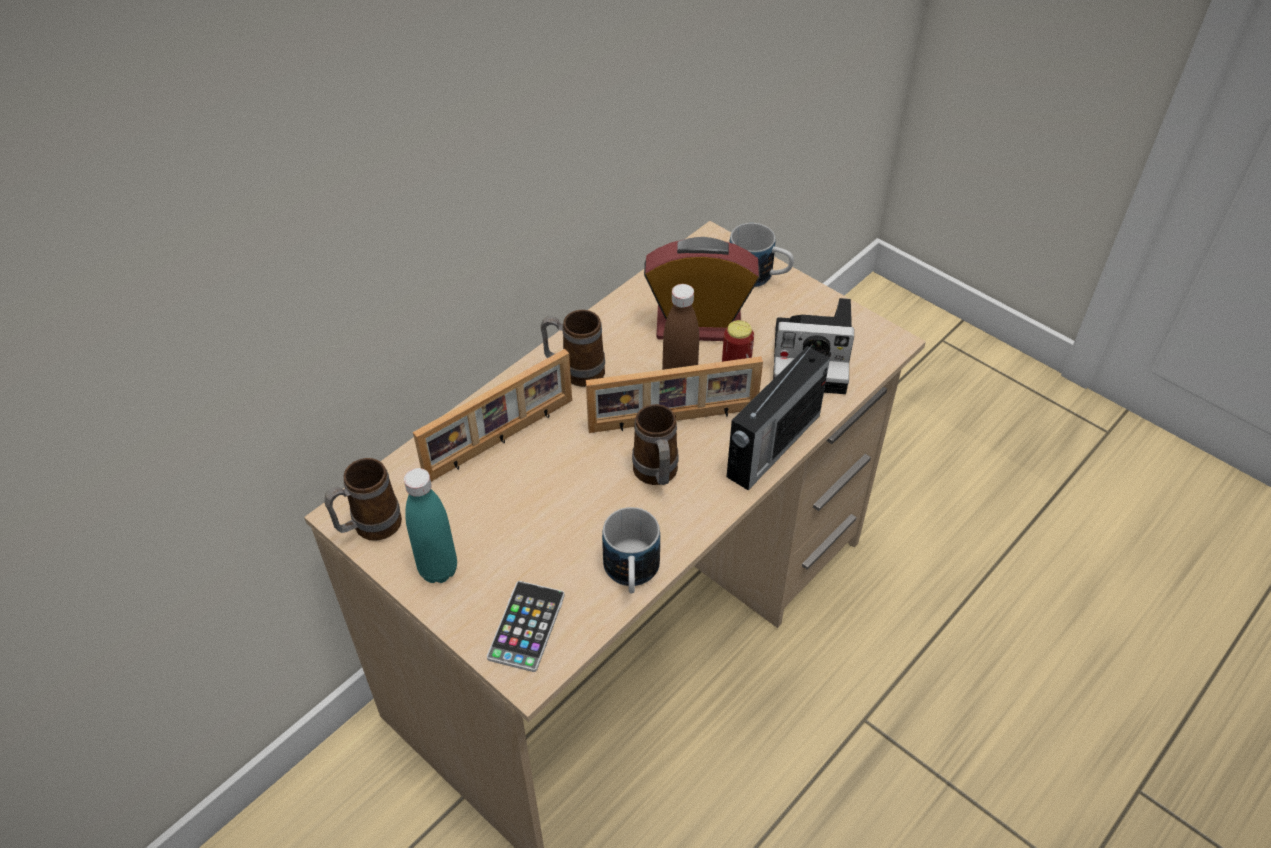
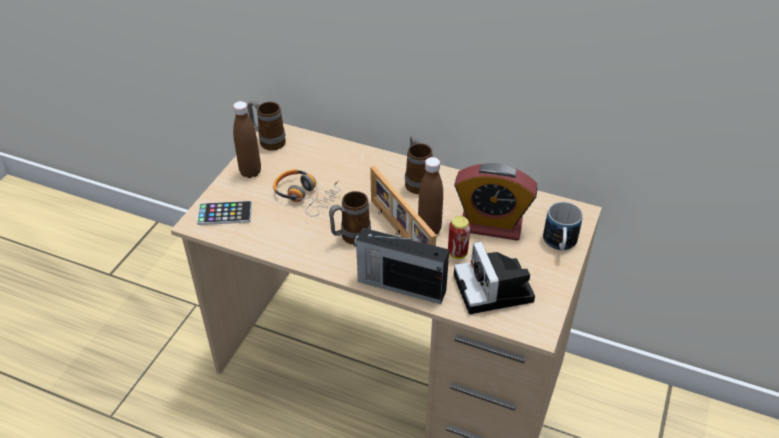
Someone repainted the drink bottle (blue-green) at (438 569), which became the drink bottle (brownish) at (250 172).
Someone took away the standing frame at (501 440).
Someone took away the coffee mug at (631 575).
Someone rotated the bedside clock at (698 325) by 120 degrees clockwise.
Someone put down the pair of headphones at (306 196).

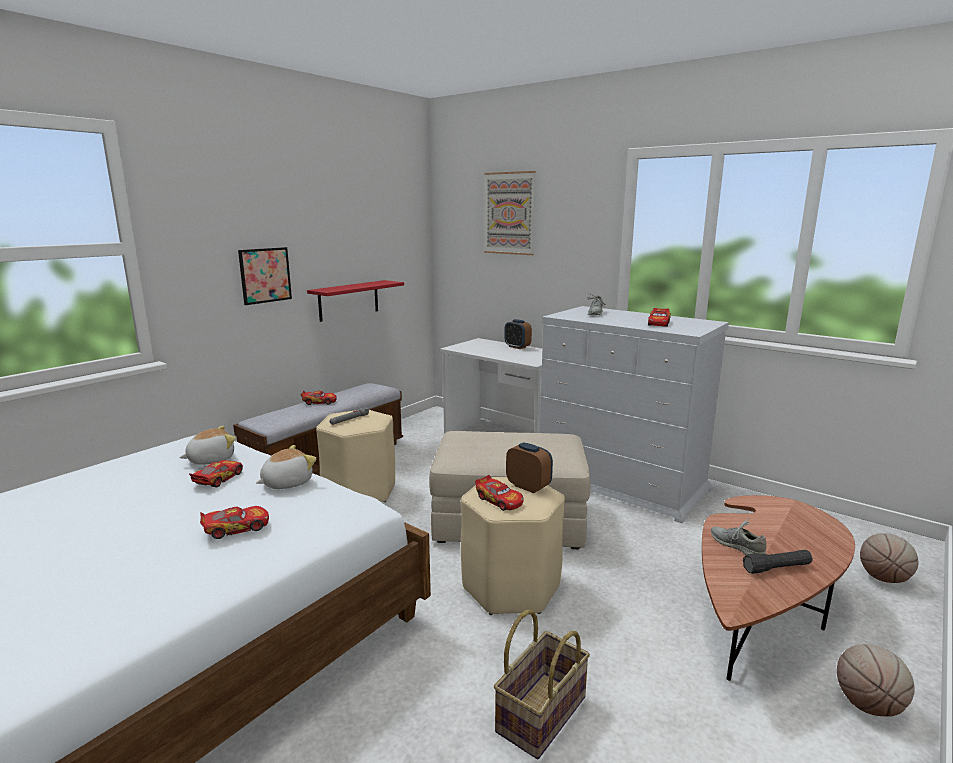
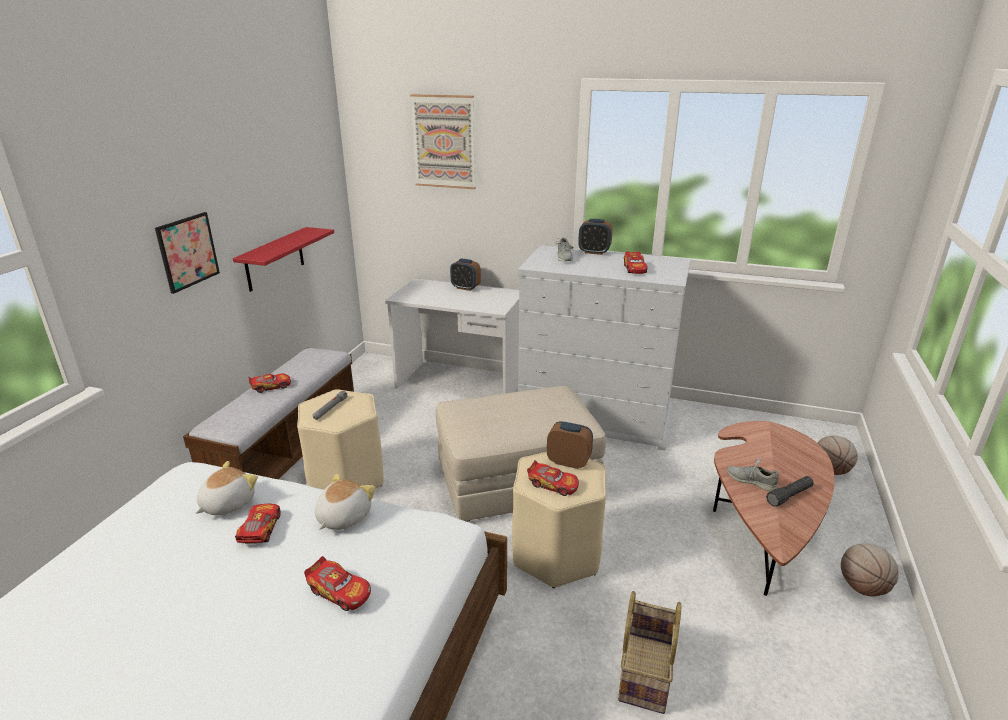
Someone rotated the miniature car at (236 528) by 75 degrees clockwise.
Someone put down the bedside clock at (594 252).

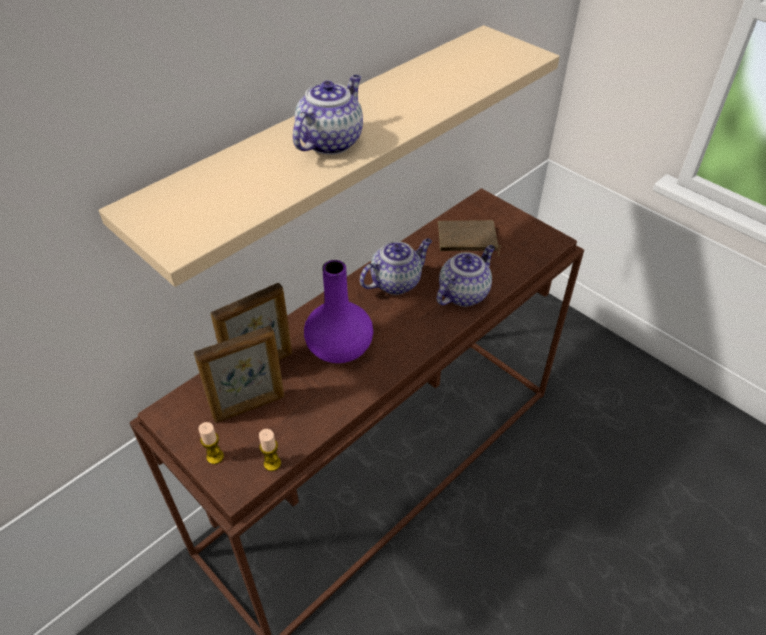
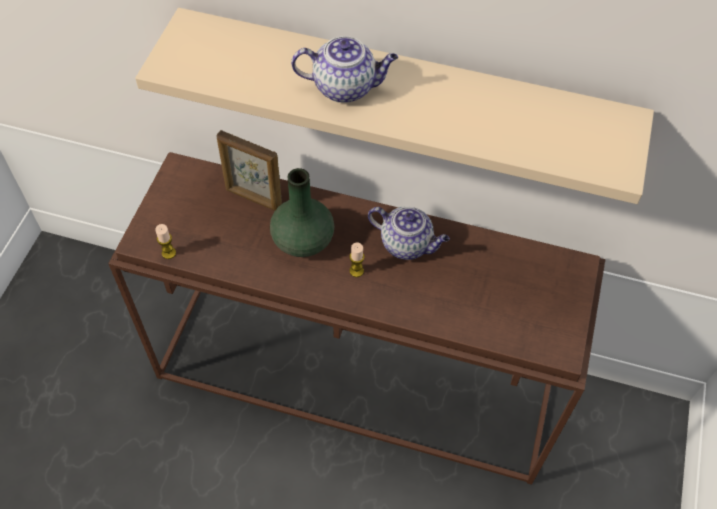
Someone took away the standing frame at (249 407).
Someone carried the candle from (215 457) to (356 271).
Someone repainted the flower vase (purple-coloured) at (339 349), which became the flower vase (green) at (302 240).
Someone took away the pot for tea at (463 293).
Someone took away the bound book (brownish) at (467 240).

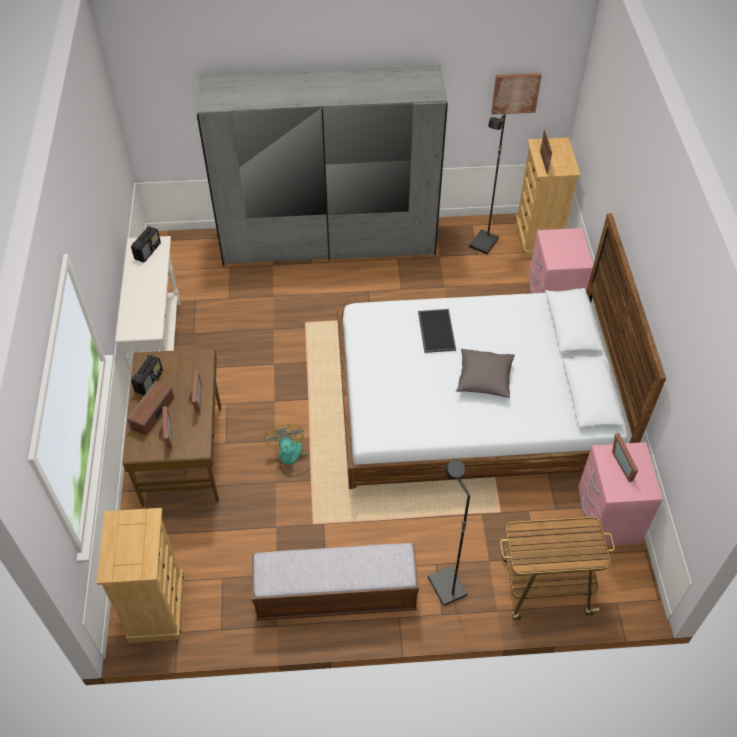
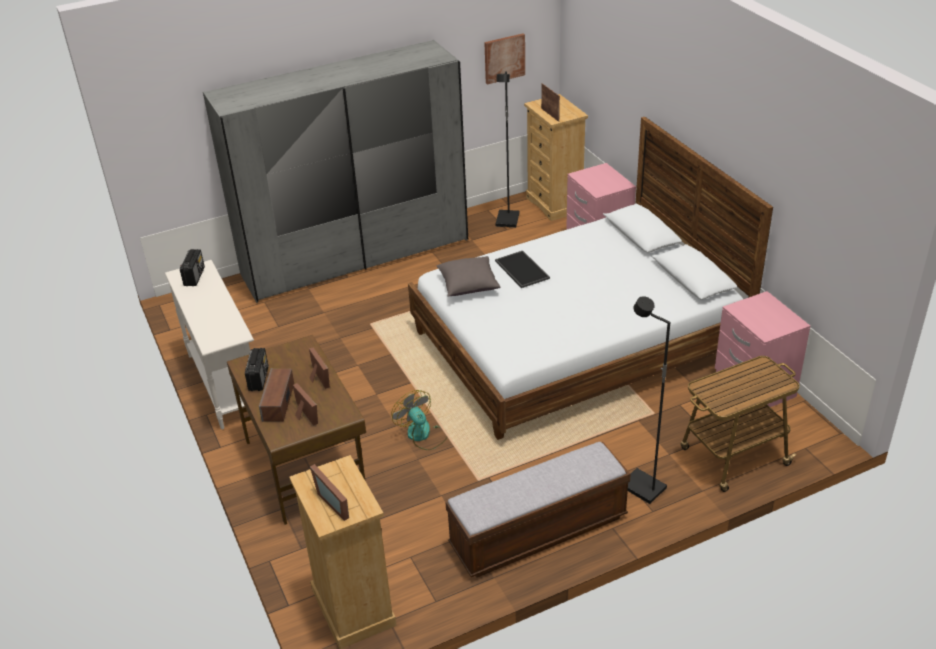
Someone carried the pillow (greyish) from (483 379) to (468 286).
Someone carried the standing frame from (625 463) to (336 502).

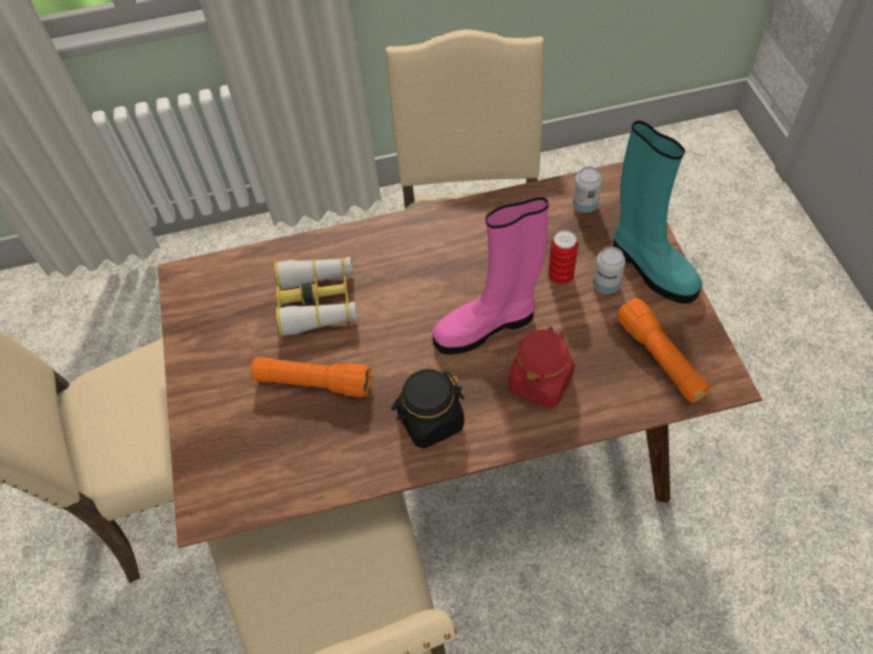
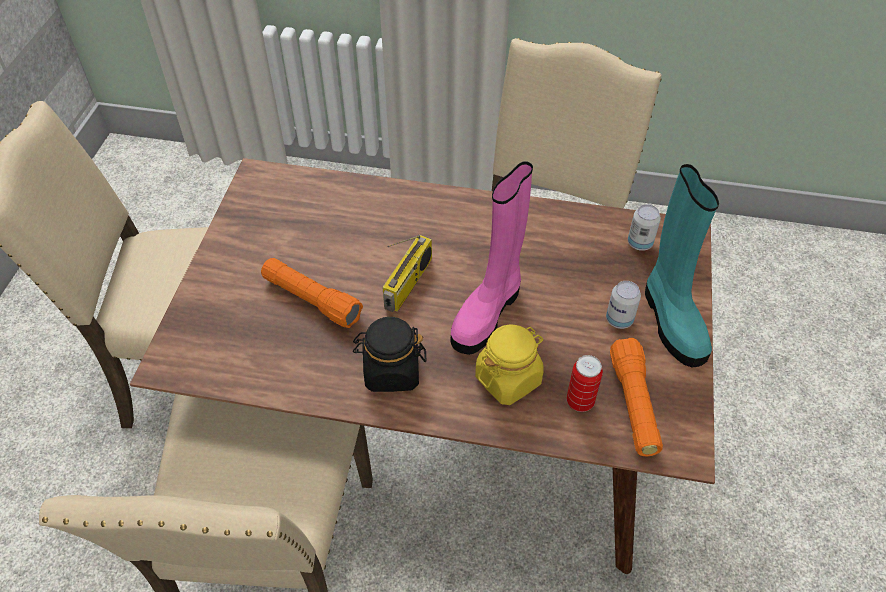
Someone took away the pair of binoculars at (318 301).
Someone rotated the tall boot (pink-coloured) at (487 326) by 60 degrees counterclockwise.
Someone repainted the storage jar (red-coloured) at (540 381), which became the storage jar (yellow) at (508 379).
Someone carried the metal can from (560 276) to (580 401).
Someone put down the radio set at (408 284).

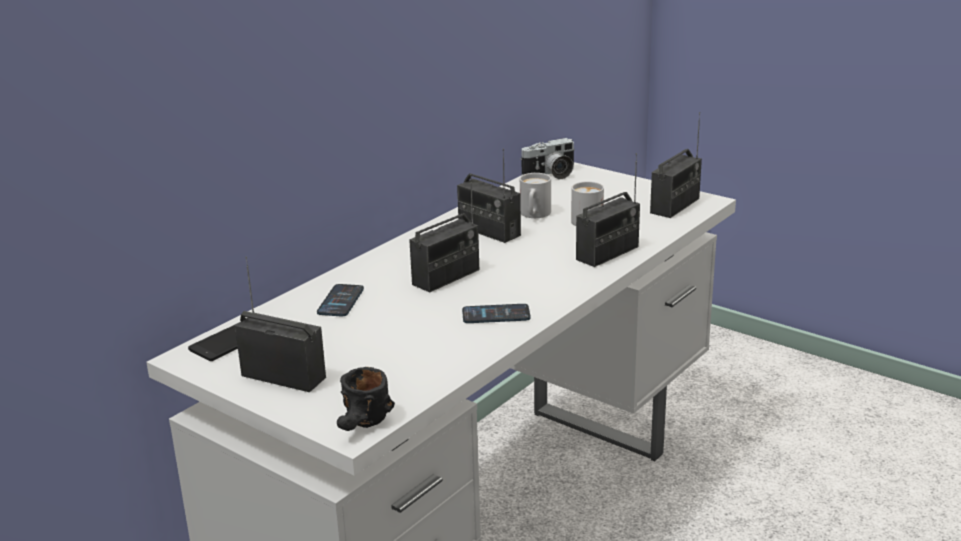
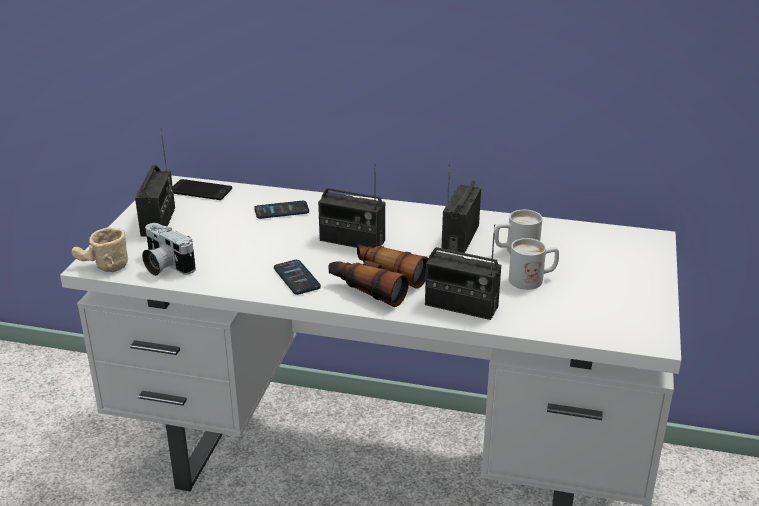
Someone repainted the coffee mug (black) at (363 426), which became the coffee mug (beige) at (101 267).
Someone carried the still camera from (551 174) to (164 266).
Someone took away the radio set at (675 206).
Someone put down the pair of binoculars at (376 283).

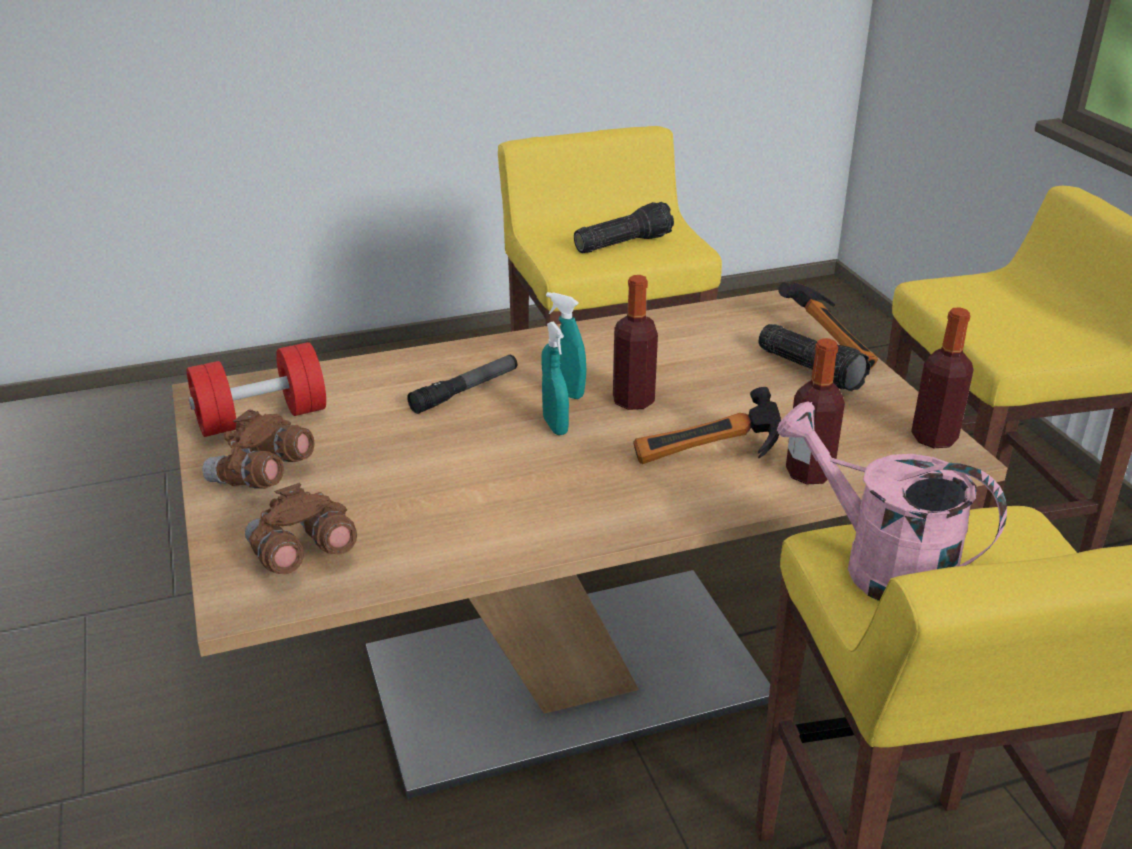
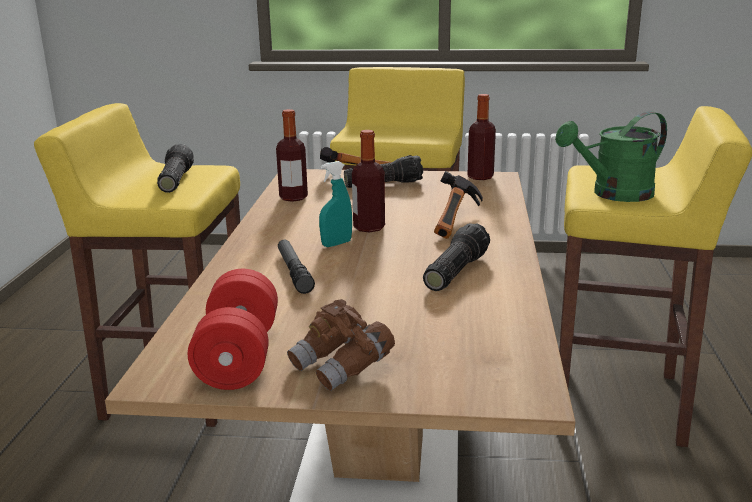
Someone took away the pair of binoculars (brownish) at (301 556).
Someone took away the sprayer (blue-green) at (555 426).
Someone repainted the sprinkling can (pink-coloured) at (880 565), which became the sprinkling can (green) at (614 194).
Someone carried the drink bottle from (809 473) to (293 198).
Someone put down the torch at (454 271).

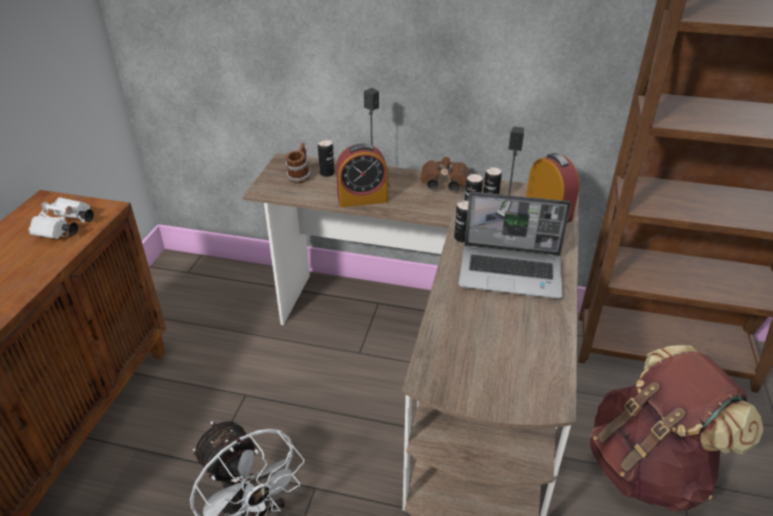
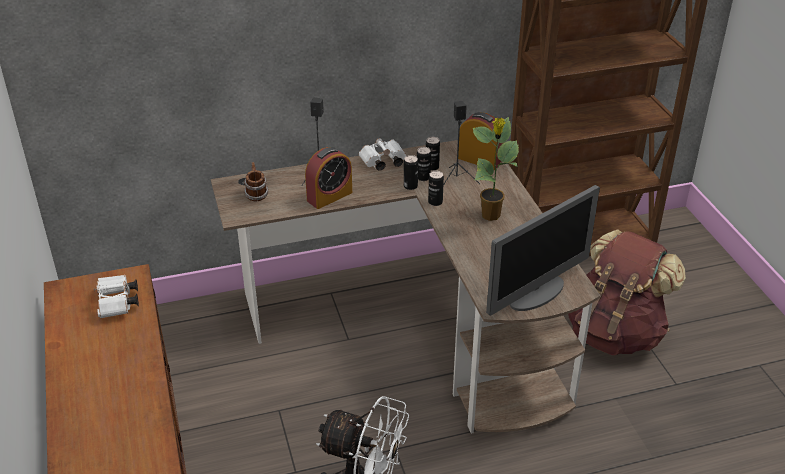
Someone carried the metal can from (327 173) to (410 186).
Someone repainted the pair of binoculars (brownish) at (442 184), which became the pair of binoculars (whitish) at (382 163).
Someone swapped the portable computer at (511 272) for the plant in a pot at (491 216).
Someone put down the computer display at (537 293).

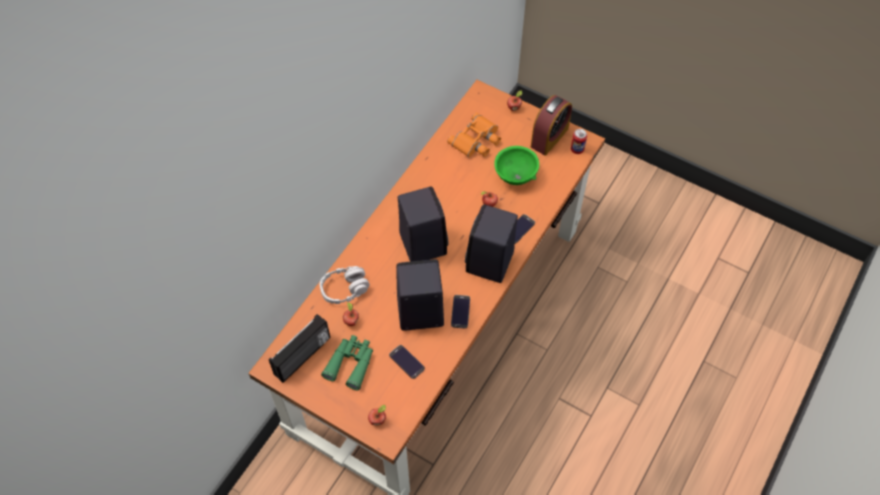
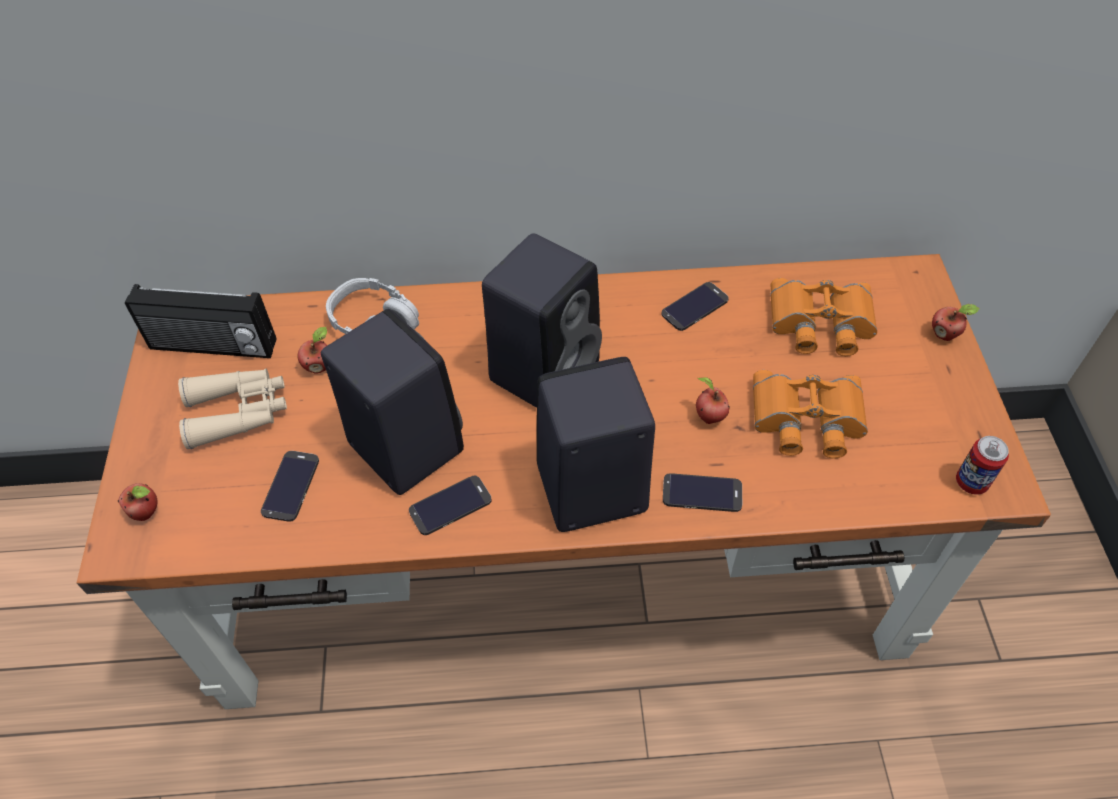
Someone repainted the pair of binoculars (green) at (351 363), which became the pair of binoculars (beige) at (238 412).
Someone swapped the serving bowl (green) at (515 176) for the pair of binoculars (orange-coloured) at (806 420).
Someone took away the bedside clock at (549 137).
Someone put down the telephone at (695 307).

